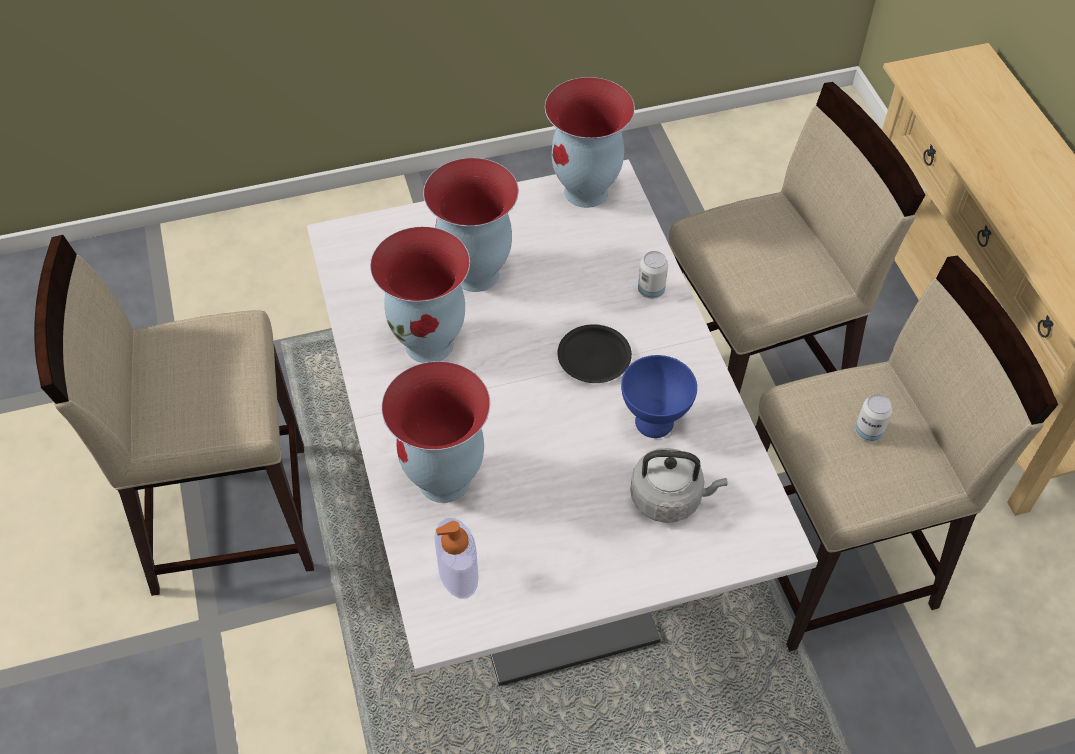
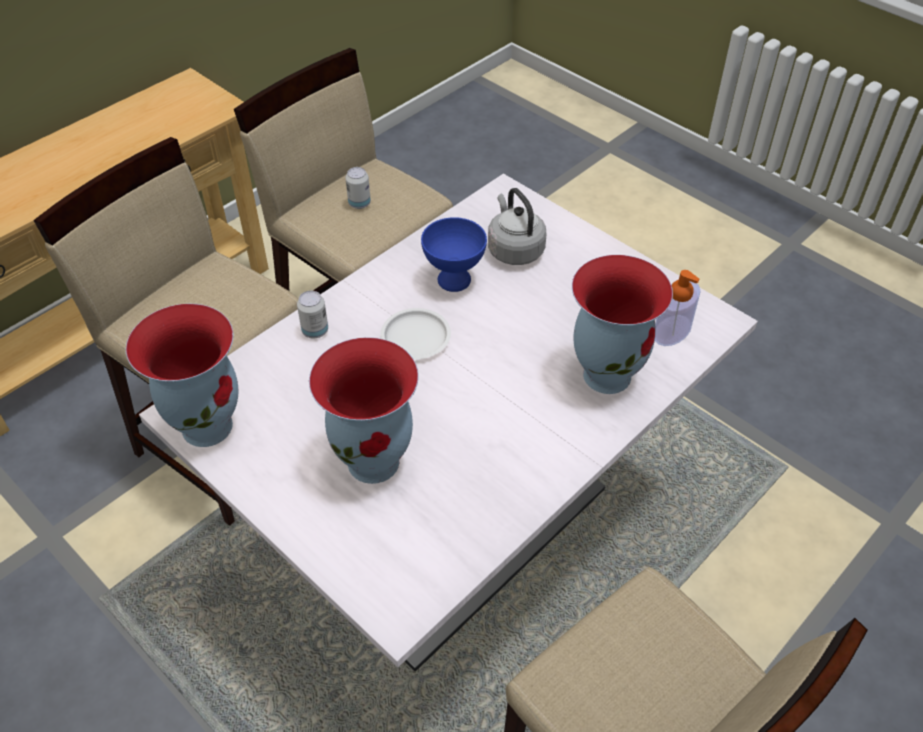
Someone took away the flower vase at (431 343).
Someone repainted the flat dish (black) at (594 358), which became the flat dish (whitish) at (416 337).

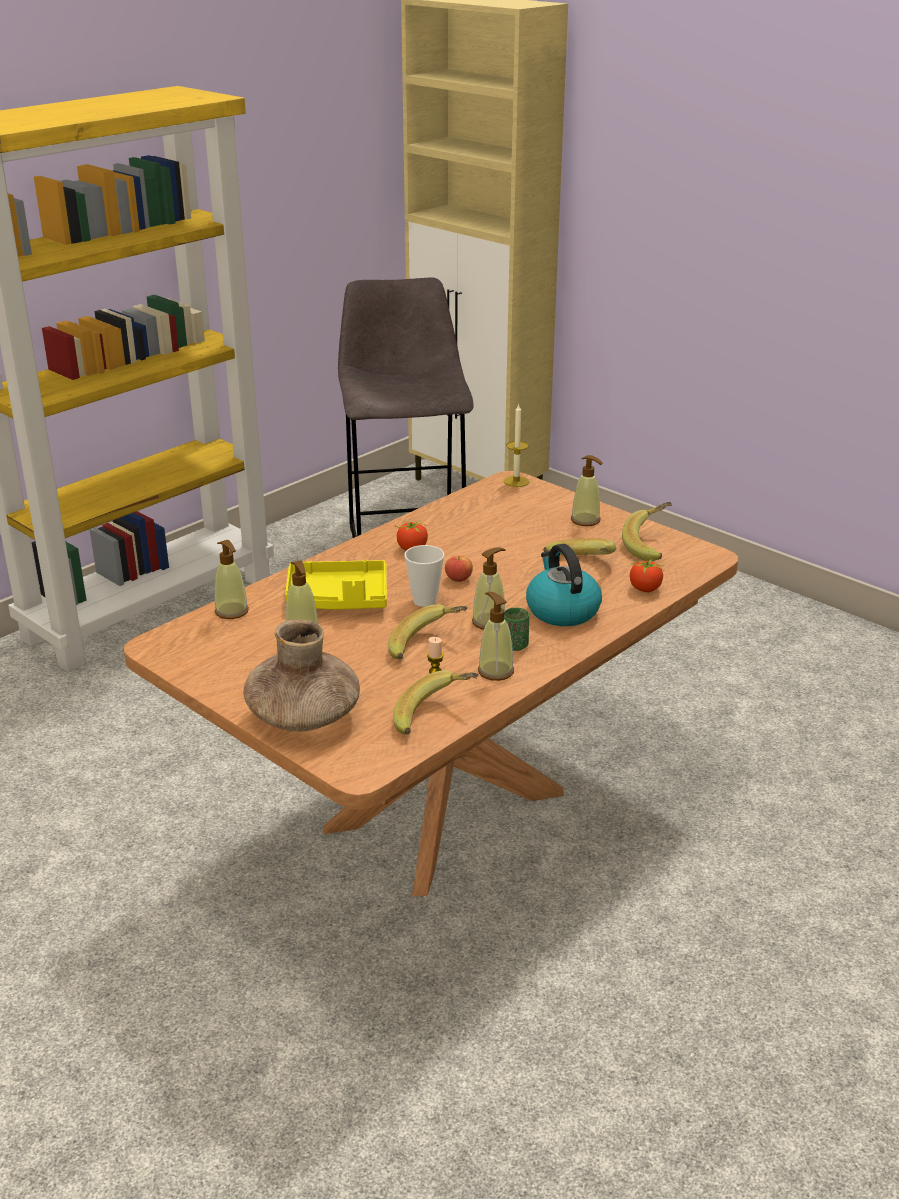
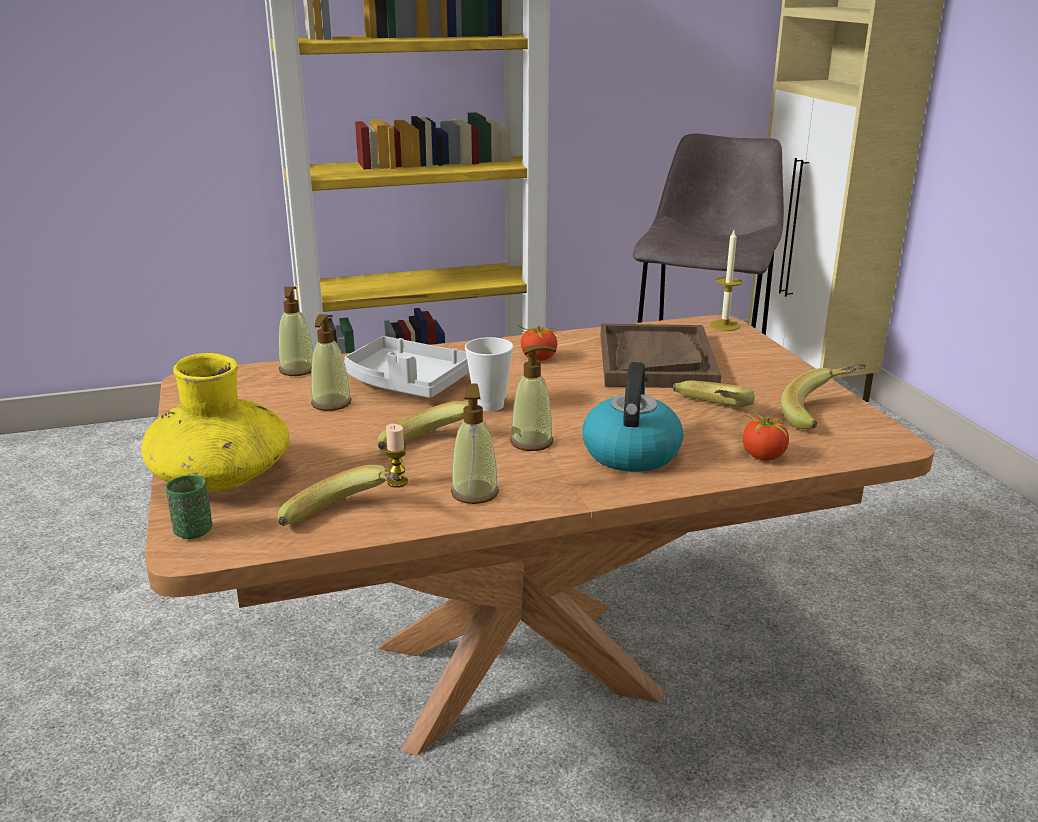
Someone repainted the flower vase (brownish) at (304 716), which became the flower vase (yellow) at (222 477).
Someone repainted the tray (yellow) at (338 599), which became the tray (greyish) at (407 383).
Someone took away the apple at (458 579).
Someone carried the cup (green) from (515 645) to (193 531).
Someone took away the soap dispenser at (585 520).
Someone put down the tray (brownish) at (655 360).

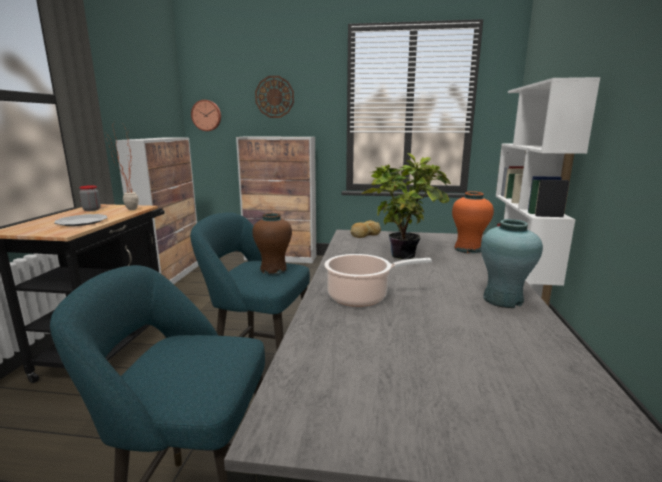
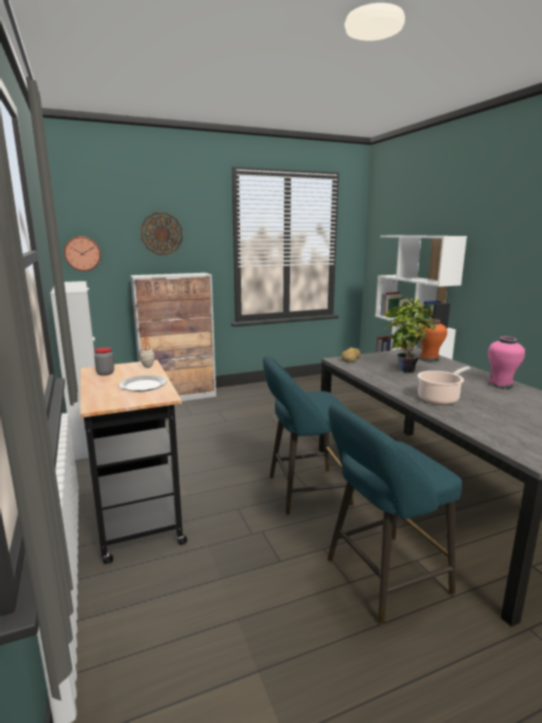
Someone took away the flower vase (brownish) at (273 270).
Someone repainted the flower vase (blue-green) at (503 299), which became the flower vase (pink-coloured) at (500 384).

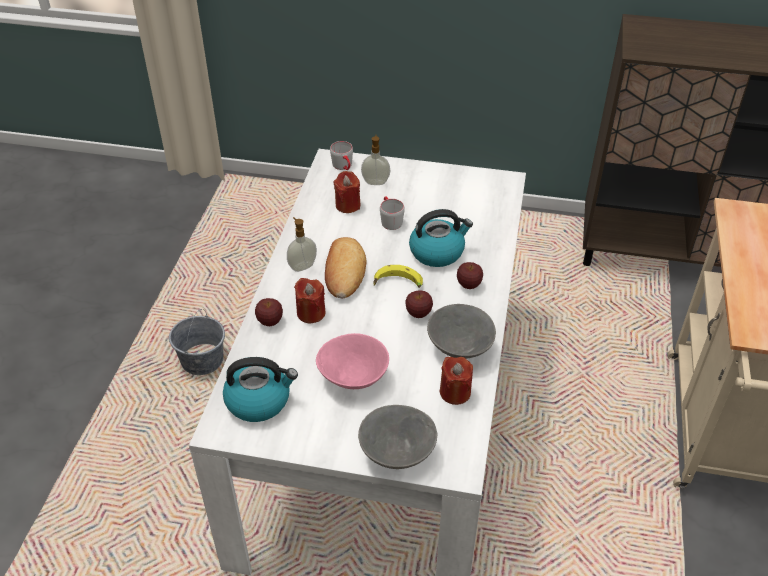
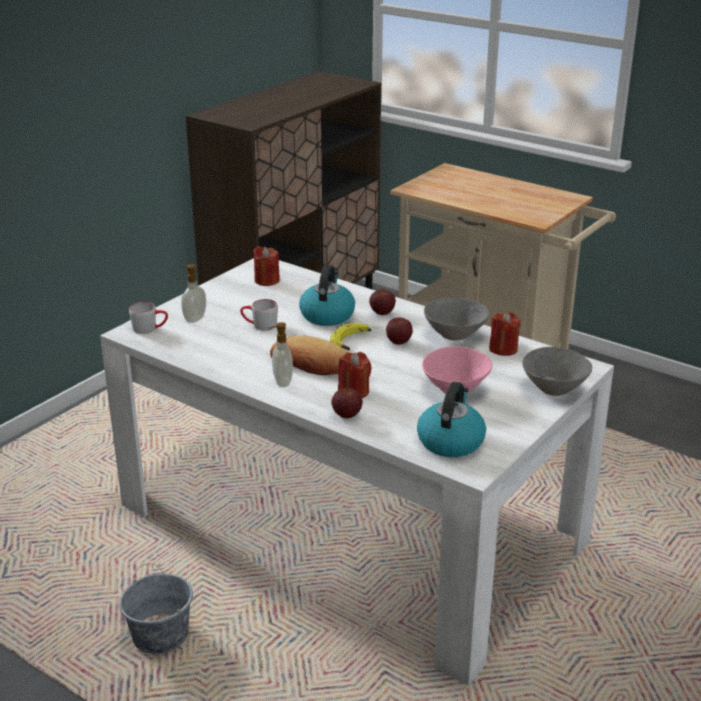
Someone carried the candle (red-coloured) from (347 205) to (267 280).

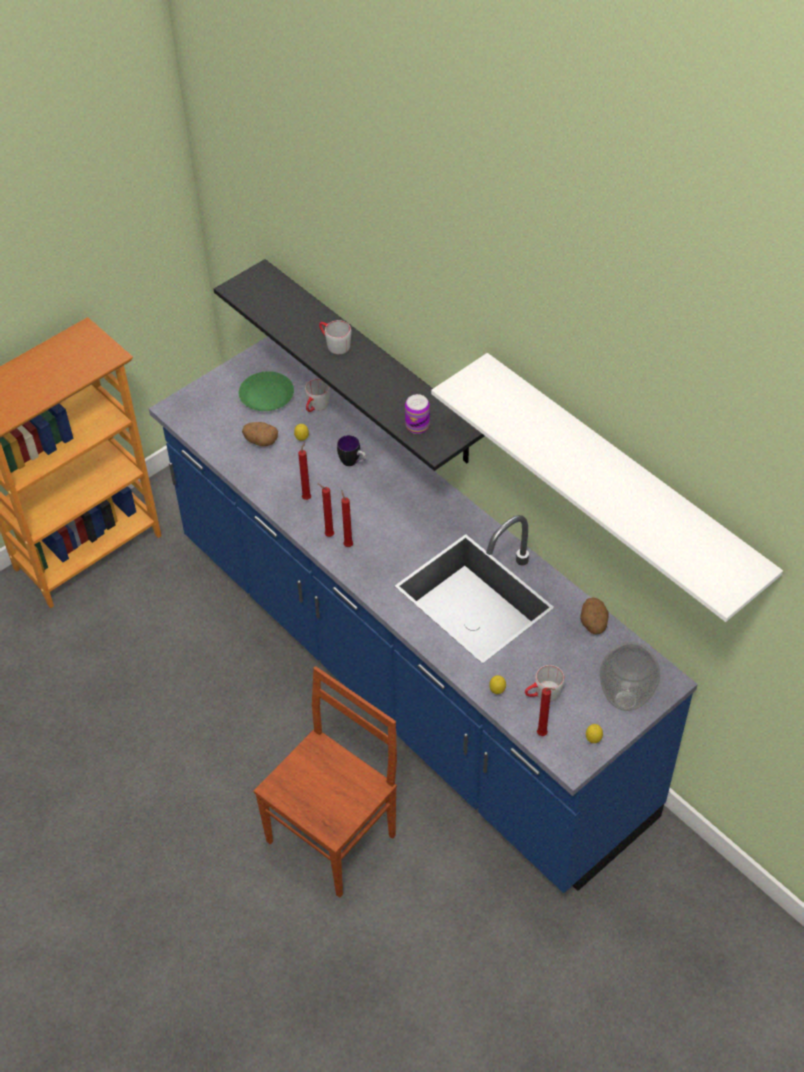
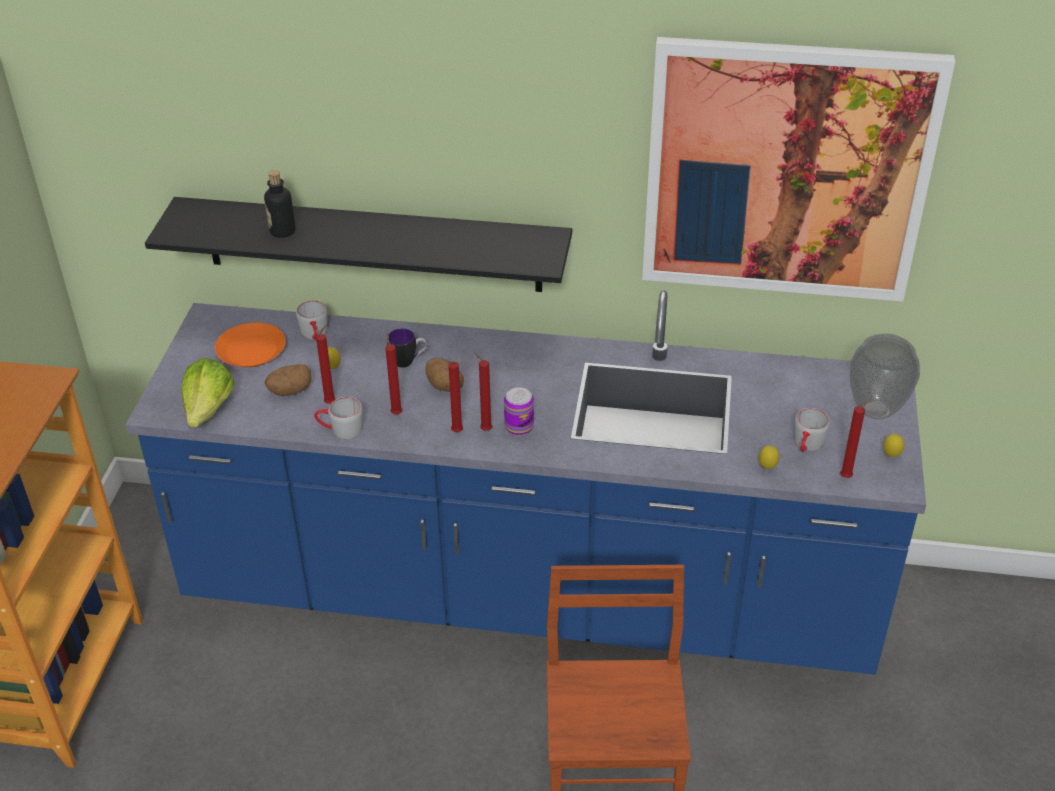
Someone repainted the flat dish (green) at (266 396), which became the flat dish (orange-coloured) at (251 351).
Someone carried the coffee mug (greyish) from (334 344) to (340 430).
Someone carried the metal can from (417 426) to (519 427).
Someone swapped the wall shelf (whitish) at (622 480) for the wall picture at (786 172).
Someone carried the potato from (593 624) to (446 387).
Someone put down the head of lettuce at (209 410).
Someone put down the drink bottle at (282 231).
Someone put down the candle (red-coloured) at (331 402).

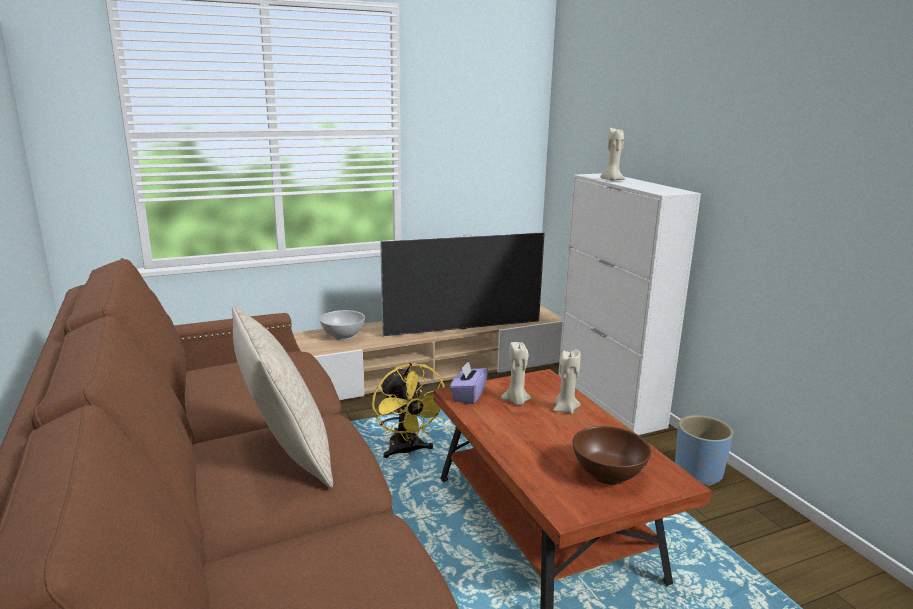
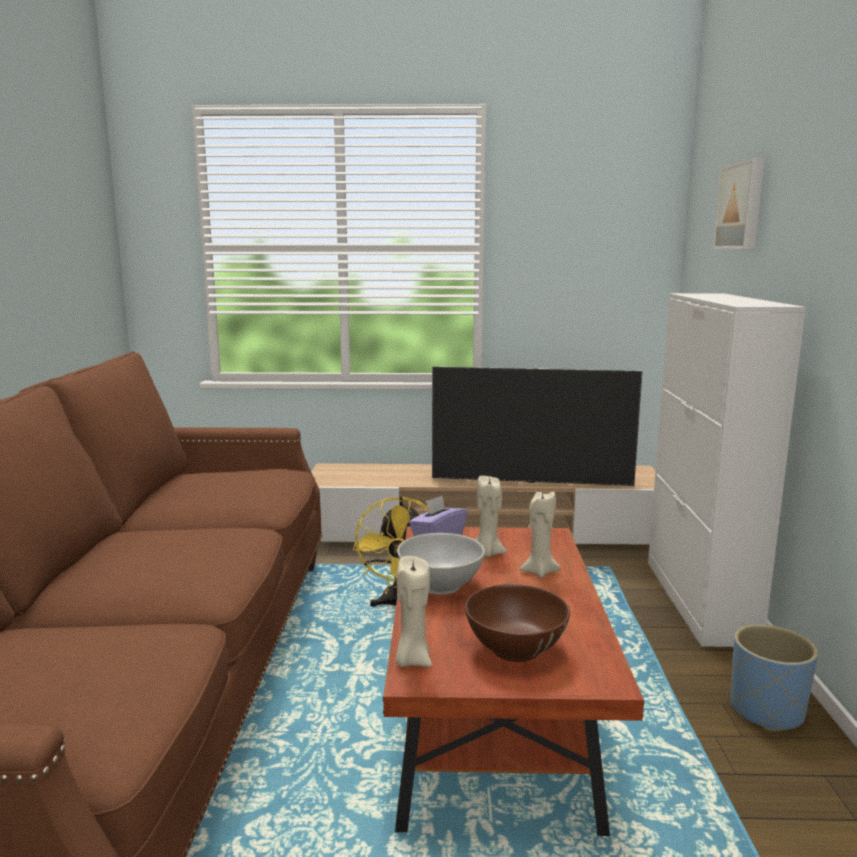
Someone took away the pillow (beige) at (285 455).
Someone carried the serving bowl (whitish) from (343 336) to (440 585).
Someone carried the candle (beige) from (611 180) to (412 660).
Someone put up the wall picture at (742 206).

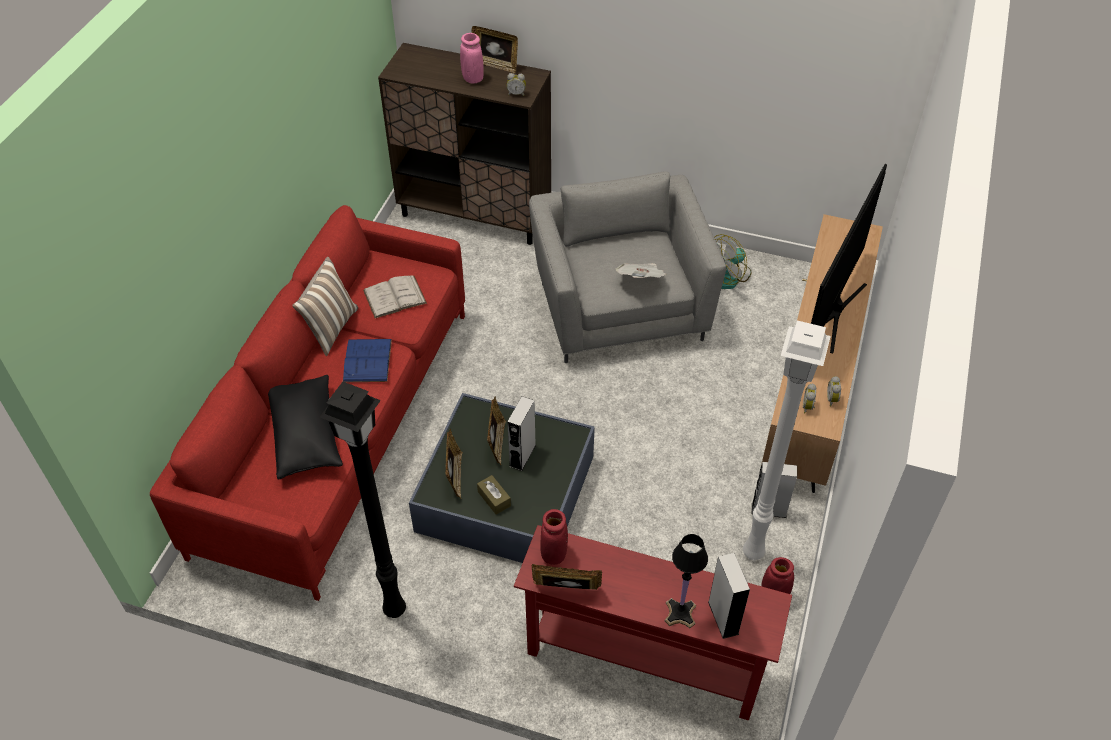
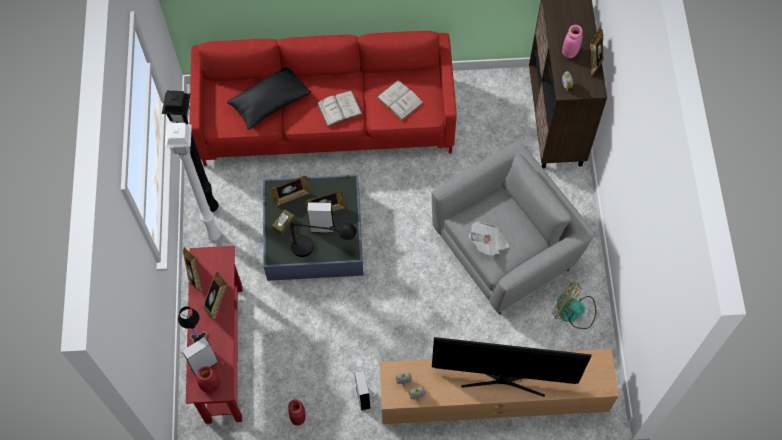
Someone took away the pillow at (331 329).
Someone repainted the bound book (blue-coloured) at (367 360), which became the bound book (whitish) at (339 108).
Someone carried the flower vase (red-coloured) from (554 553) to (211 385).
Someone carried the standard lamp (whitish) from (755 552) to (214 236).
Someone put down the standing frame at (217 301).
Someone put down the lamp for a table (black) at (322 249).

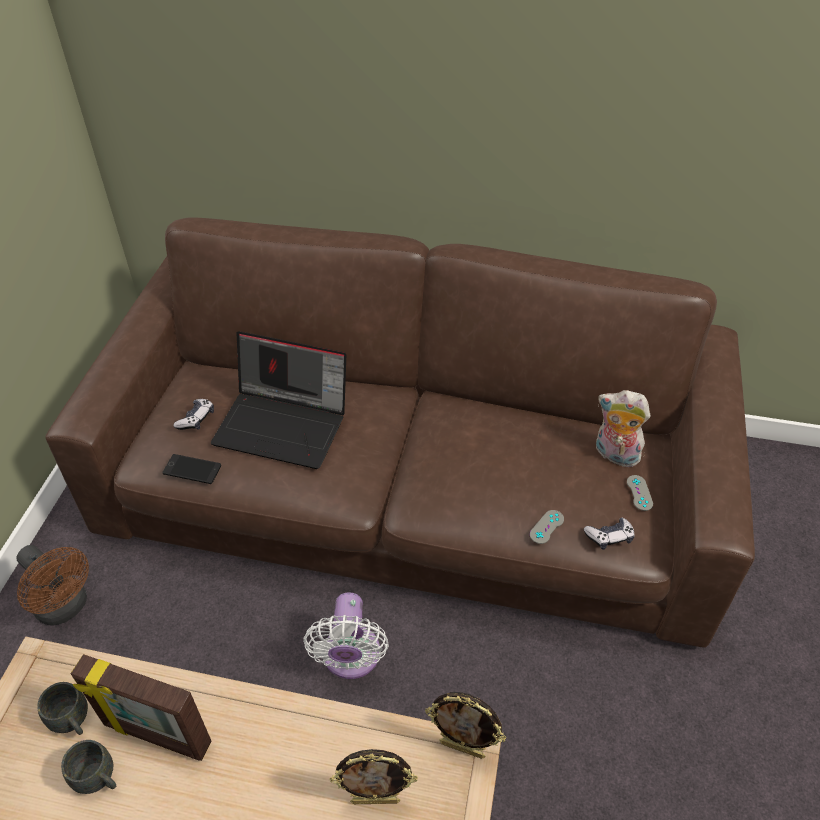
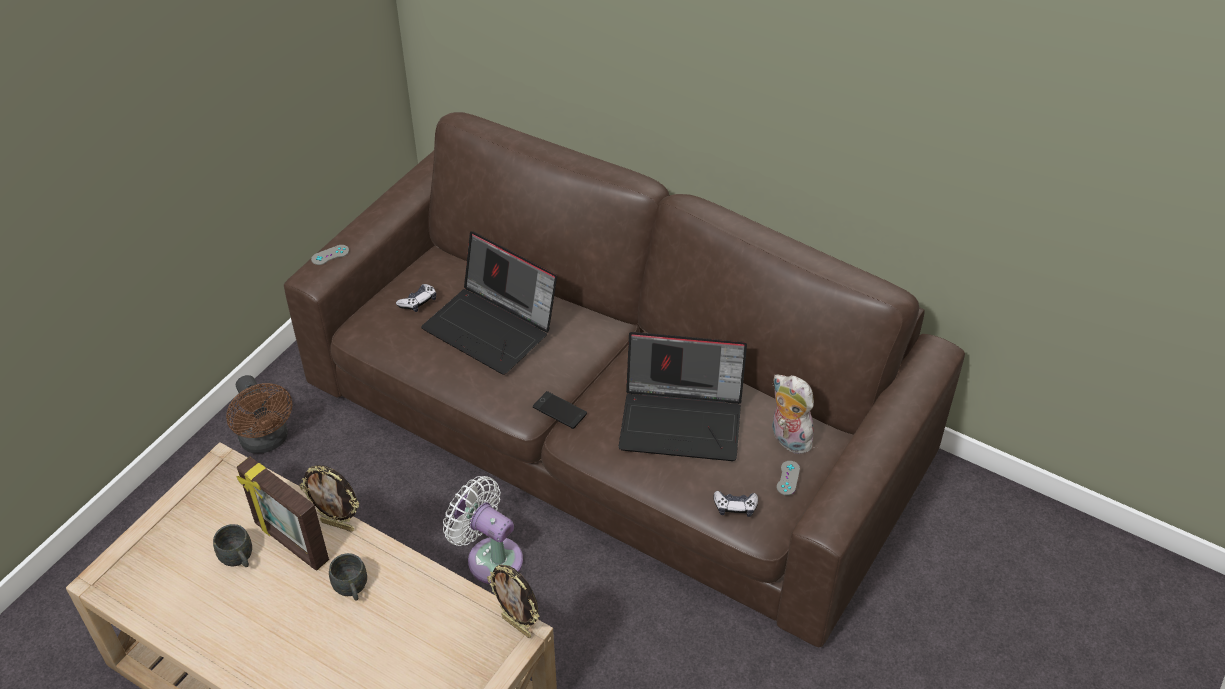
Someone carried the coffee mug (greyish) from (72 721) to (352 589).
Someone carried the telephone from (192 469) to (559 410).
Someone rotated the fan (whitish) at (350 658) by 105 degrees clockwise.
Someone carried the standing frame from (375 800) to (338 525).
Someone carried the gamepad (greyish) from (546 527) to (330 255).
Someone put down the portable computer at (683 420).

